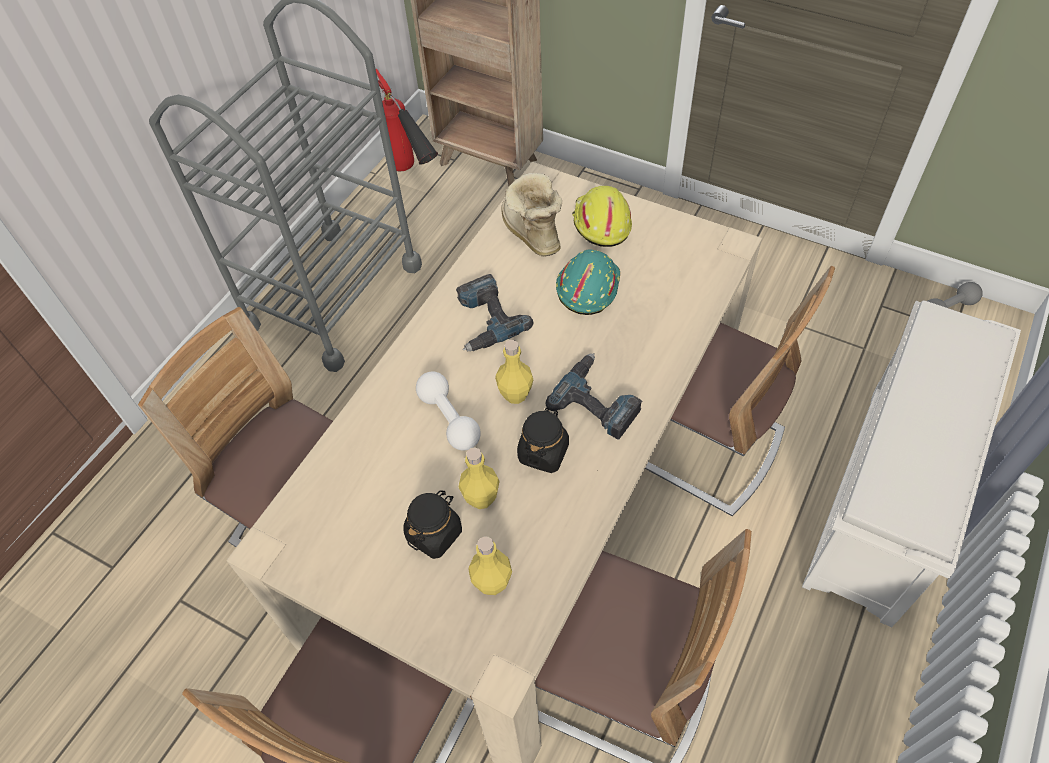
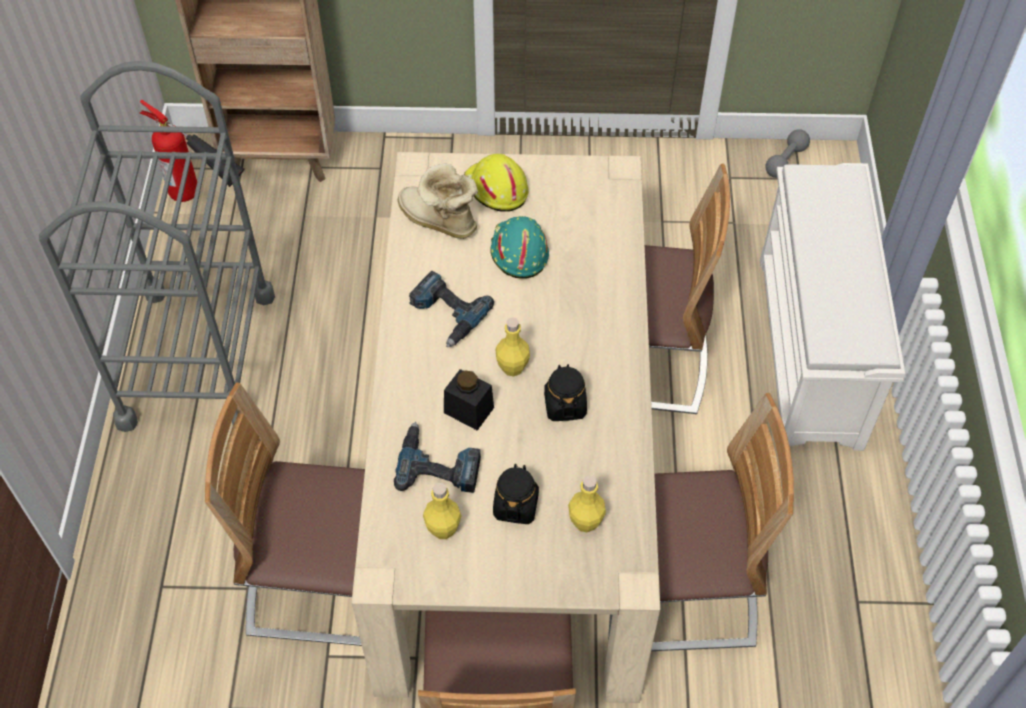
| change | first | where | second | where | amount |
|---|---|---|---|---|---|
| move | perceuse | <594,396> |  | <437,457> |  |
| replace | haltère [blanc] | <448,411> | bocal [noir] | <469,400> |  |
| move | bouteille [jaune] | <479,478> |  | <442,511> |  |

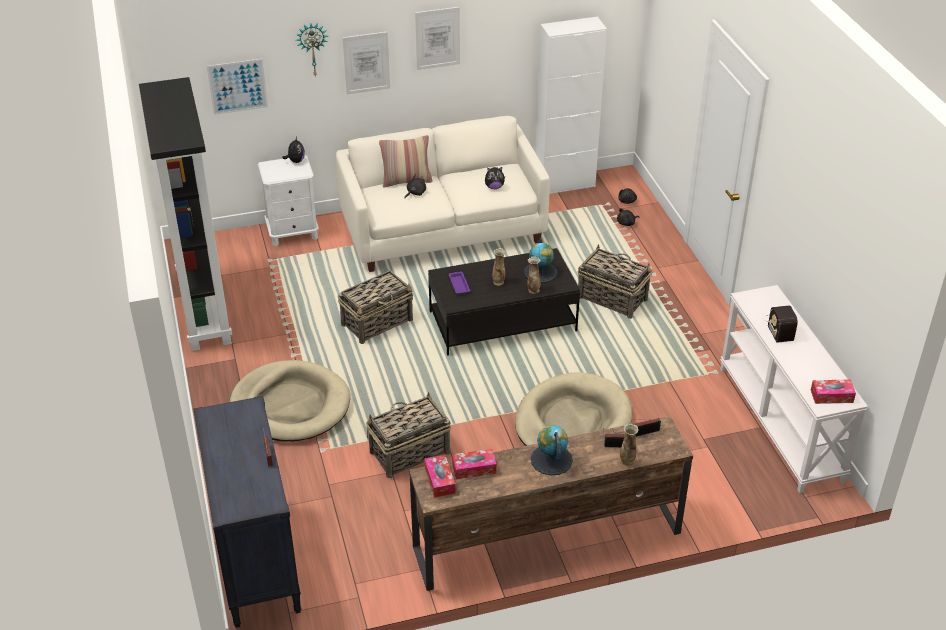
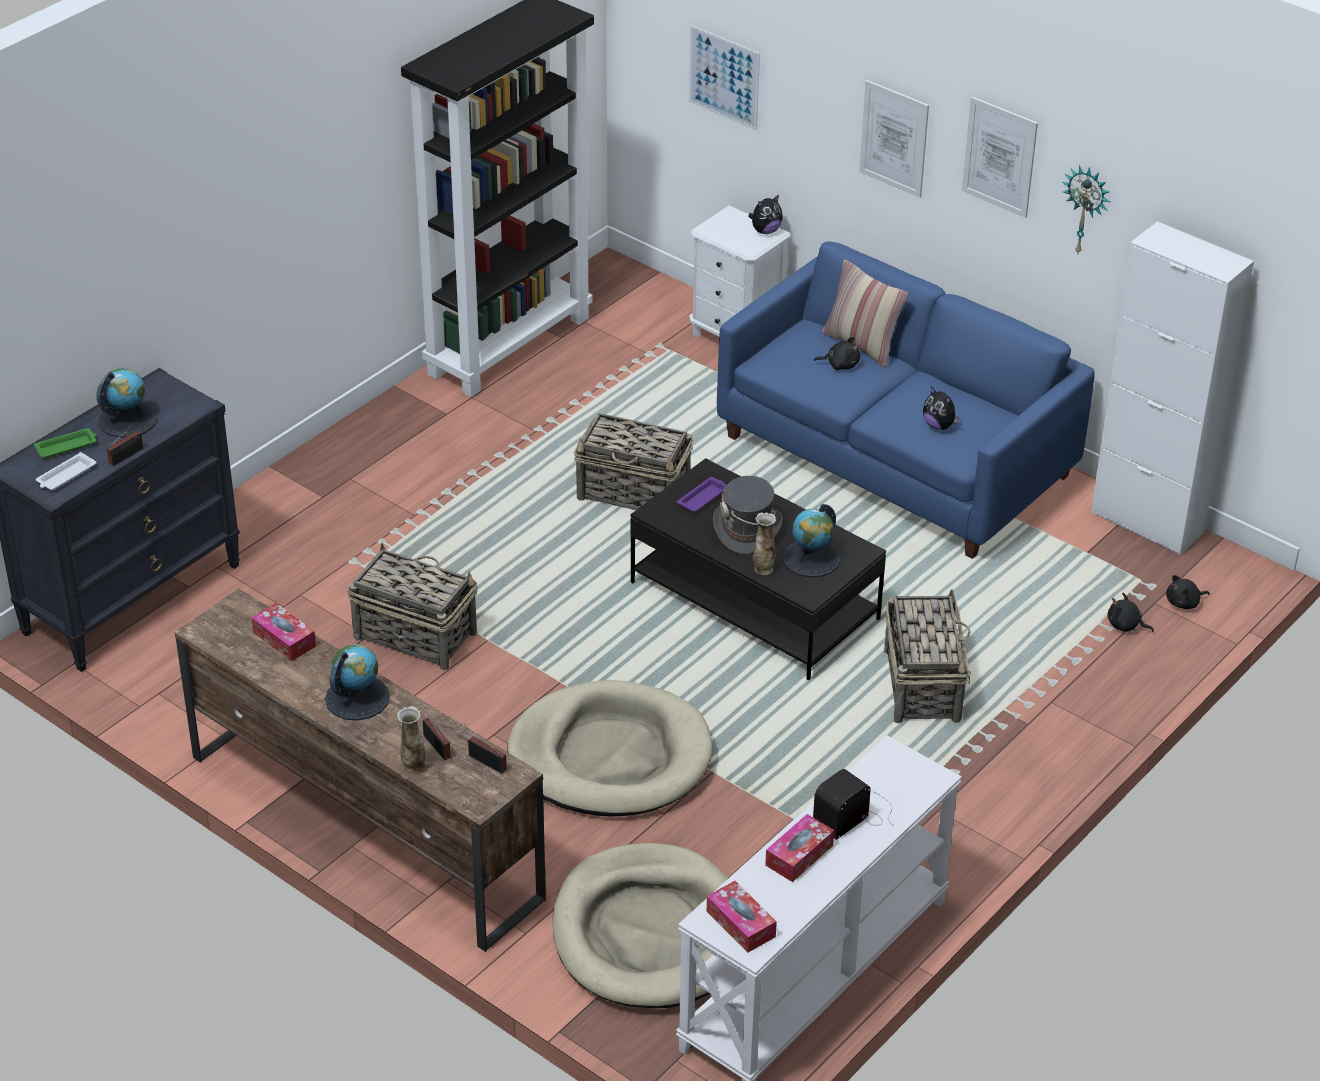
| change | first | where | second | where | amount |
|---|---|---|---|---|---|
| move | horloge murale | <312,50> |  | <1086,210> |  |
| recolor | canapé [blanc] | <443,194> | canapé [bleu] | <906,400> |  |
| replace | vase | <499,266> | chapeau [gris] | <748,515> |  |
| move | panier pour chien [beige] | <290,401> |  | <640,925> |  |
| move | boîte à mouchoirs | <440,476> |  | <799,848> |  |
| insert |  |  | globe | <126,403> |  |
| insert |  |  | plateau [vert] | <65,443> |  |
| insert |  |  | plateau [blanc] | <66,471> |  |

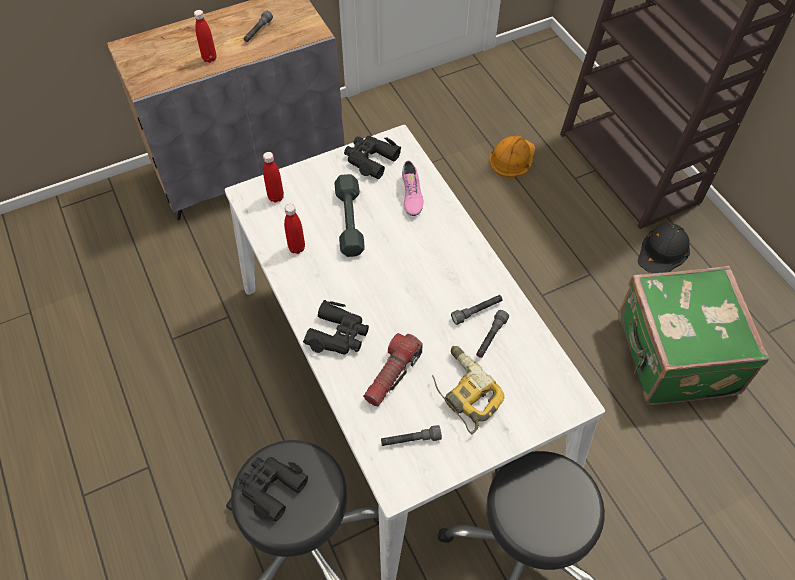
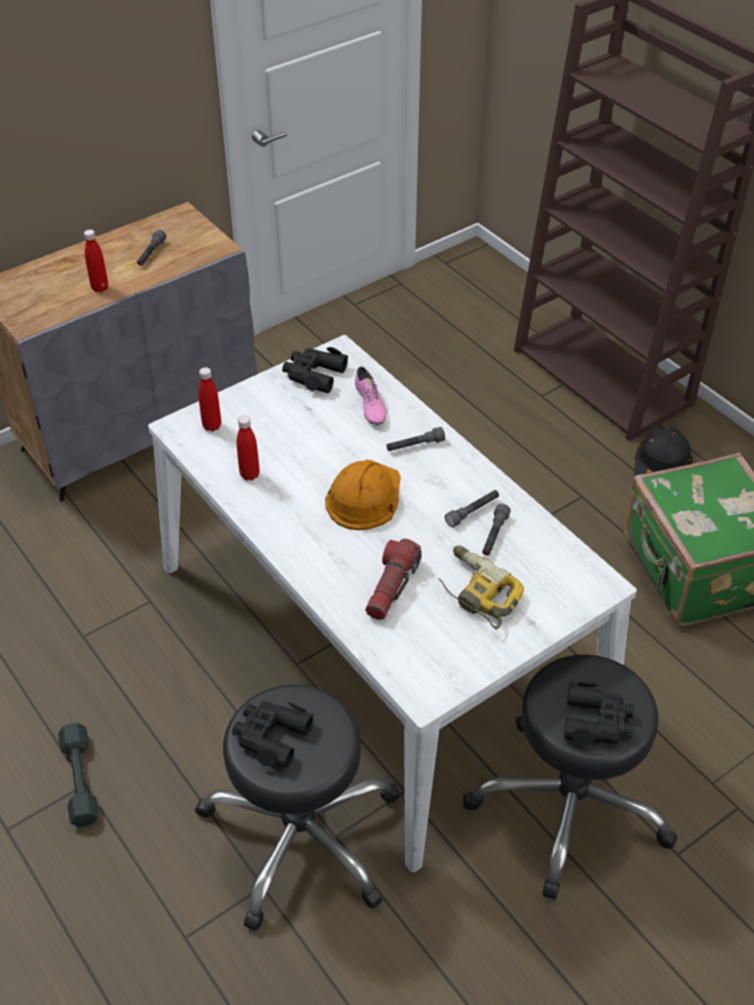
| change | first | where | second | where | amount |
|---|---|---|---|---|---|
| move | casque de chantier [orange] | <512,156> |  | <363,495> |  |
| move | haltère [gris] | <349,215> |  | <78,774> |  |
| move | jumelles [noir] | <336,327> |  | <599,714> |  |
| move | lampe de poche [gris] | <411,435> |  | <416,439> |  |

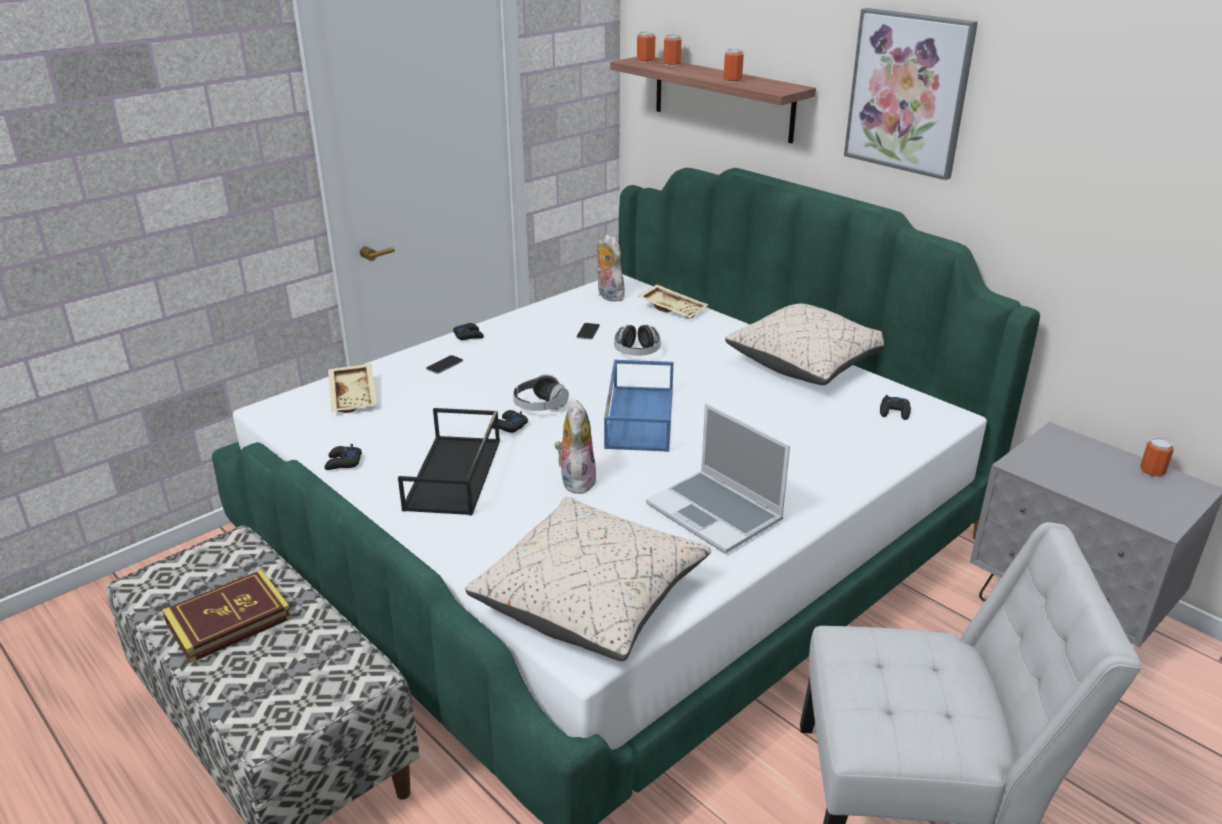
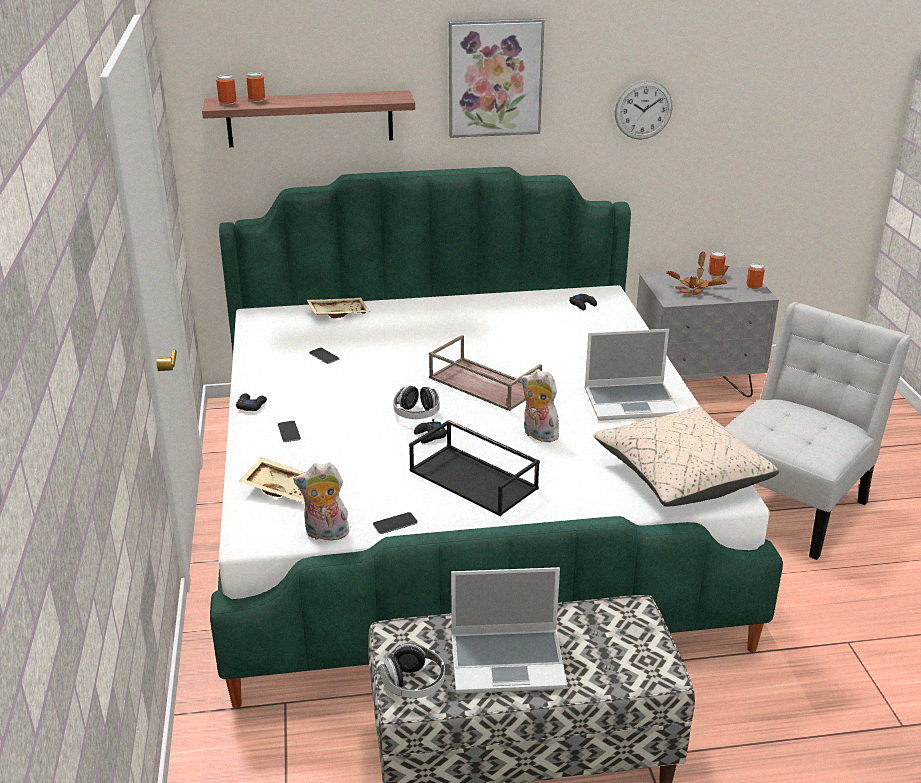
| change | first | where | second | where | amount |
|---|---|---|---|---|---|
| move | boîte métallique | <734,65> |  | <755,276> |  |
| move | peluche | <611,268> |  | <323,501> |  |
| delete | coussin [beige] | <804,344> |  |  |  |
| move | casque audio | <638,340> |  | <412,670> |  |
| recolor | plateau [bleu] | <638,405> | plateau [marron] | <485,373> |  |
| replace | manette [noir] | <343,457> | téléphone | <395,523> |  |
| replace | livre | <227,616> | ordinateur portable | <509,630> |  |
| insert |  |  | horloge murale | <643,110> |  |
| insert |  |  | plante en pot | <697,273> |  |

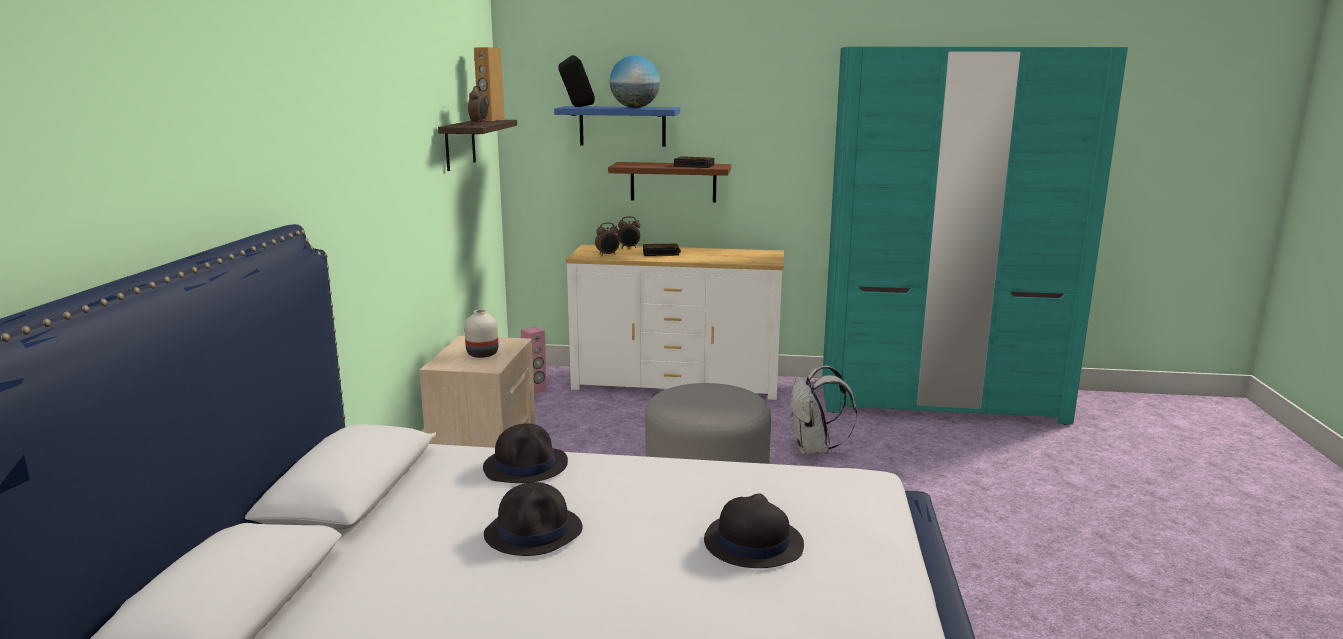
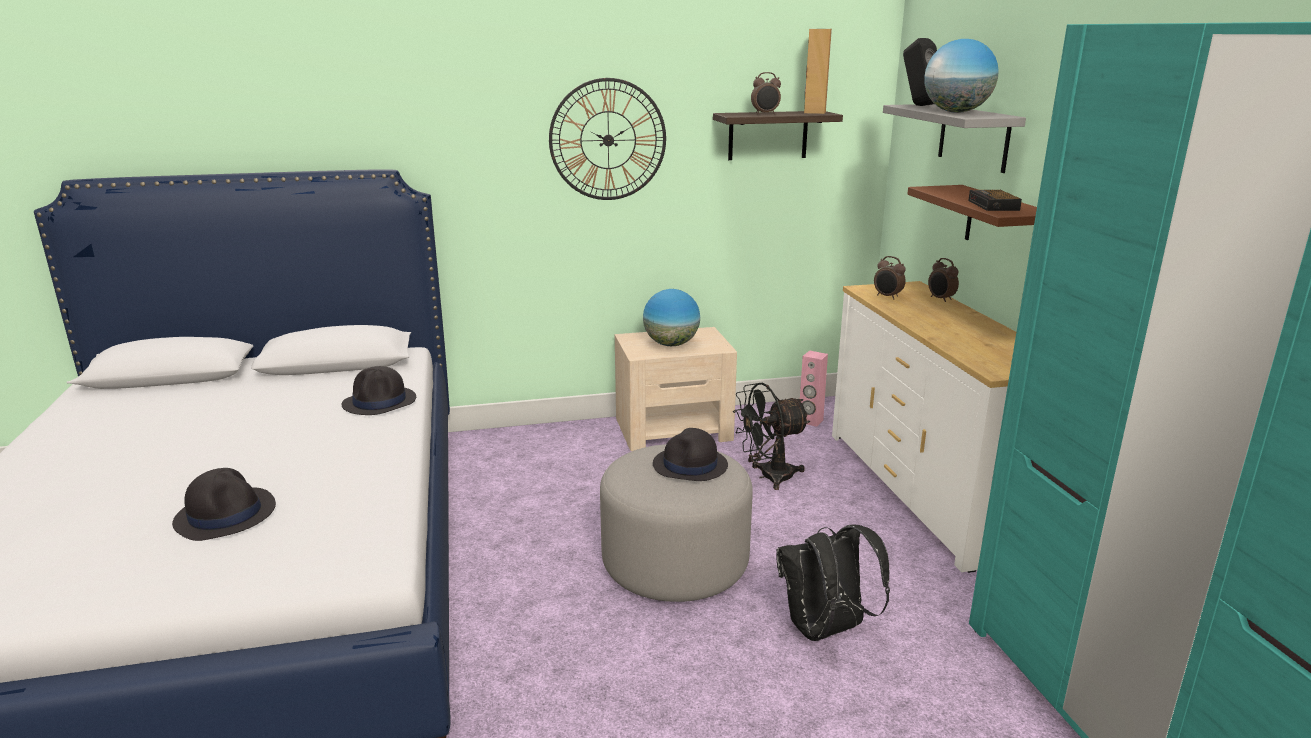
| change | first | where | second | where | amount |
|---|---|---|---|---|---|
| recolor | étagère [bleu] | <617,126> | étagère [gris] | <954,138> |  |
| delete | réveil | <662,250> |  |  |  |
| replace | vase [blanc] | <481,333> | globe | <671,317> |  |
| recolor | sac à dos [blanc] | <823,410> | sac à dos [noir] | <833,583> |  |
| move | chapeau [noir] | <533,519> |  | <690,454> |  |
| insert |  |  | horloge murale | <607,139> |  |
| insert |  |  | ventilateur [noir] | <771,436> |  |

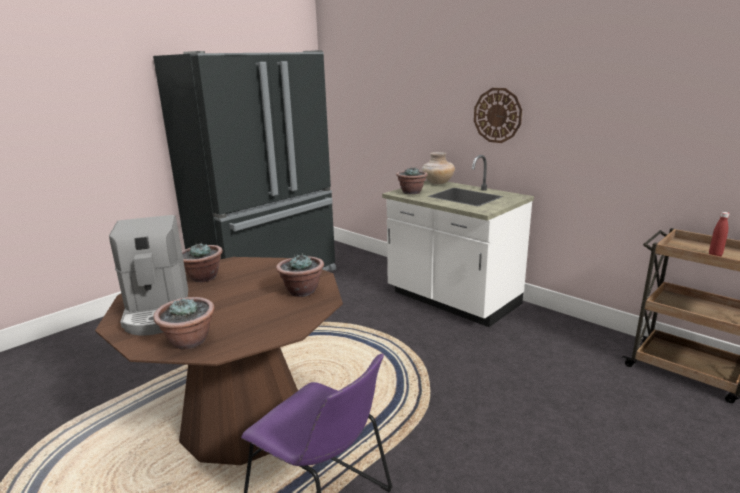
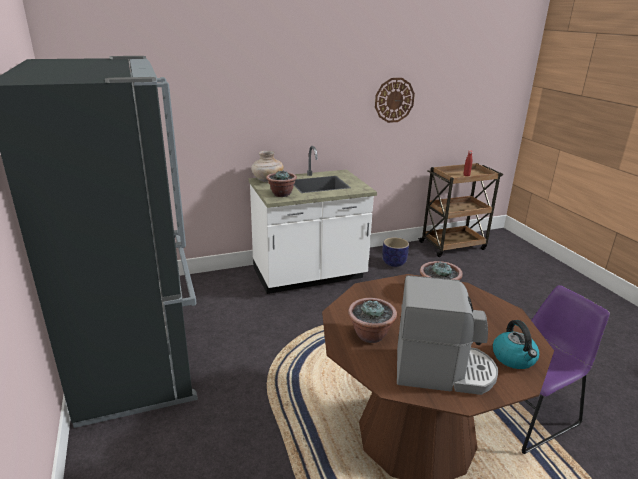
| change | first | where | second | where | amount |
|---|---|---|---|---|---|
| move | horloge murale | <498,115> |  | <395,100> |  |
| replace | plante en pot | <184,323> | bouilloire | <516,344> |  |
| insert |  |  | cache-pot | <395,252> |  |

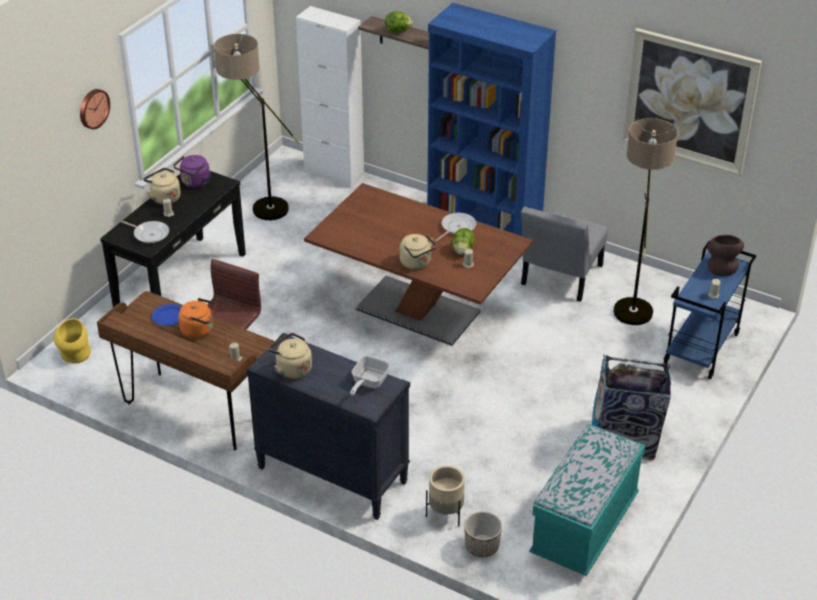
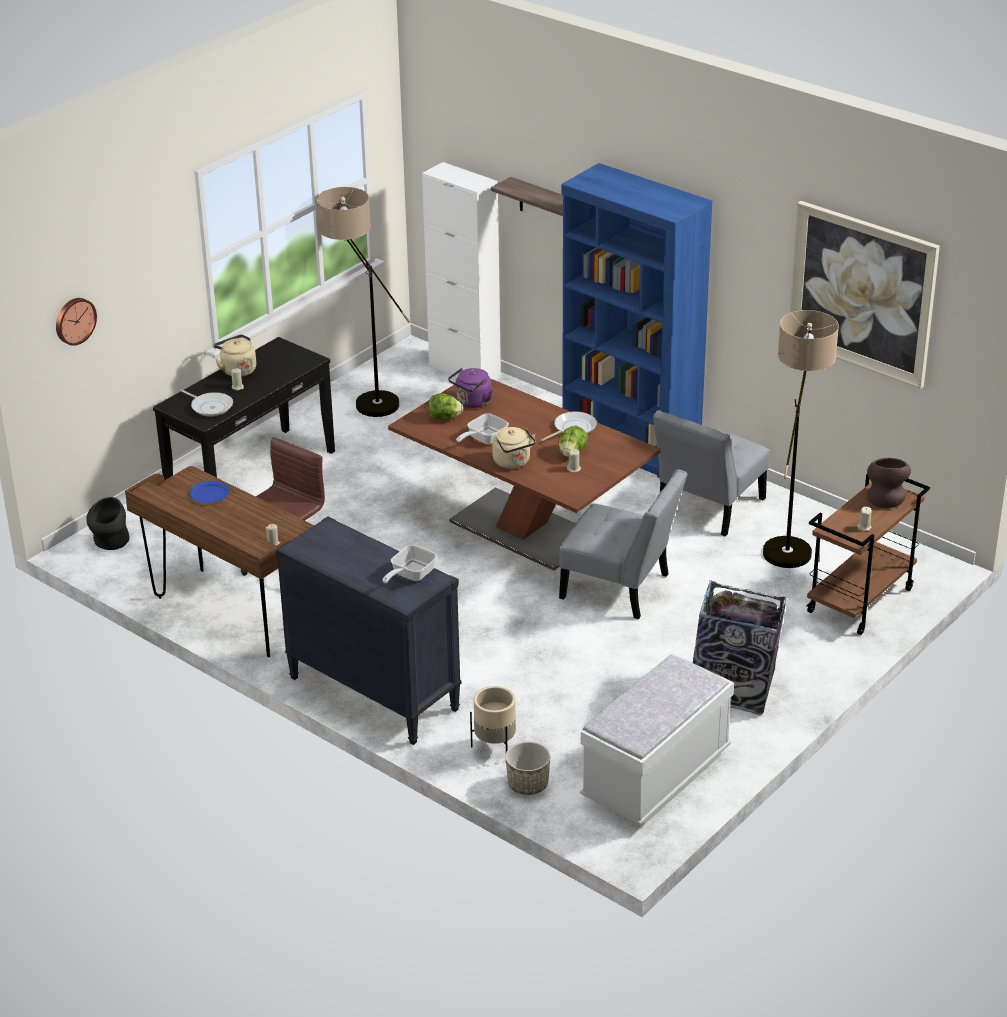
| change | first | where | second | where | amount |
|---|---|---|---|---|---|
| move | laitue | <399,22> |  | <445,406> |  |
| move | horloge murale | <95,109> |  | <76,322> |  |
| move | bouilloire [violet] | <192,171> |  | <470,388> |  |
| recolor | chariot [bleu] | <710,309> | chariot [marron] | <868,554> |  |
| delete | bouilloire [orange] | <197,318> |  |  |  |
| recolor | vase [jaune] | <72,340> | vase [noir] | <108,523> |  |
| delete | bouilloire [beige] | <290,356> |  |  |  |
| recolor | banc [turquoise] | <587,500> | banc [blanc] | <657,740> |  |
| insert |  |  | poêle | <482,429> |  |
| insert |  |  | chaise [gris] | <623,544> |  |

